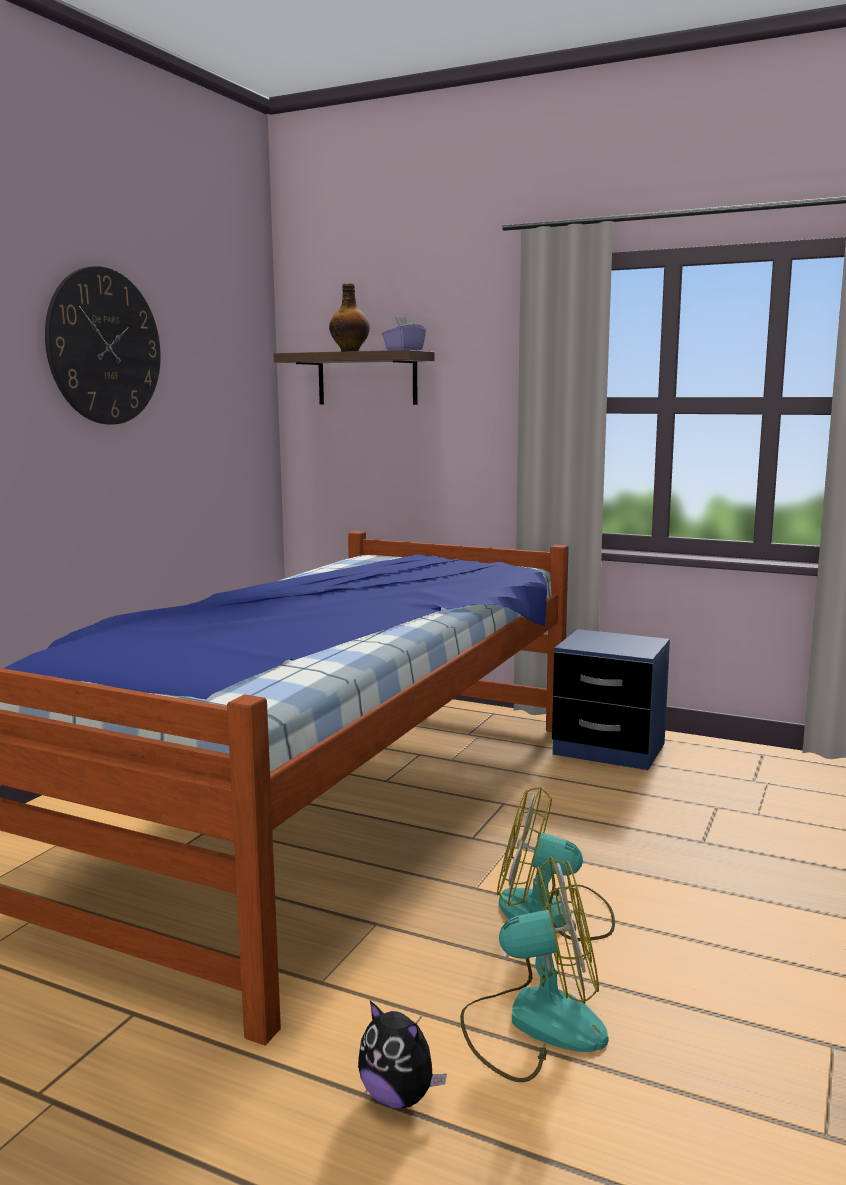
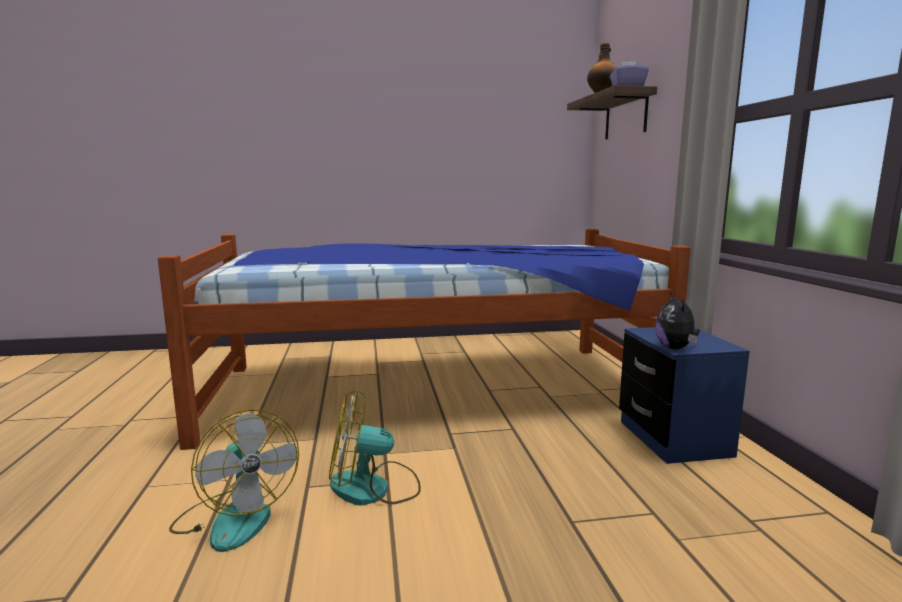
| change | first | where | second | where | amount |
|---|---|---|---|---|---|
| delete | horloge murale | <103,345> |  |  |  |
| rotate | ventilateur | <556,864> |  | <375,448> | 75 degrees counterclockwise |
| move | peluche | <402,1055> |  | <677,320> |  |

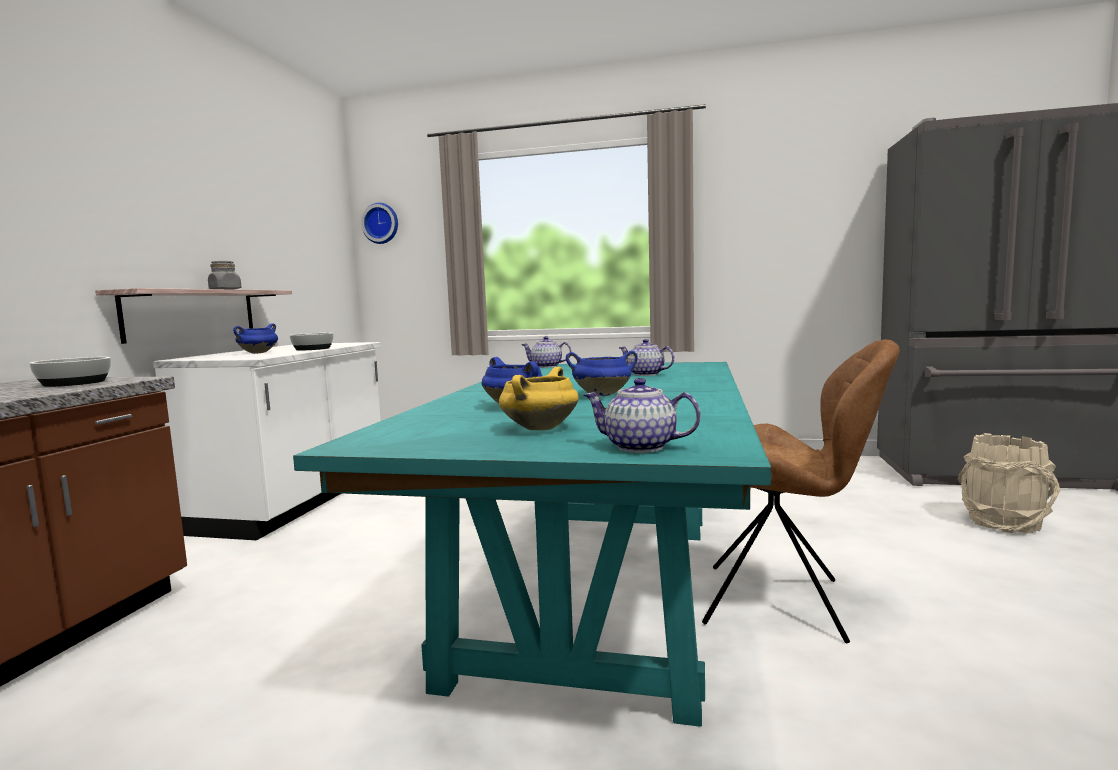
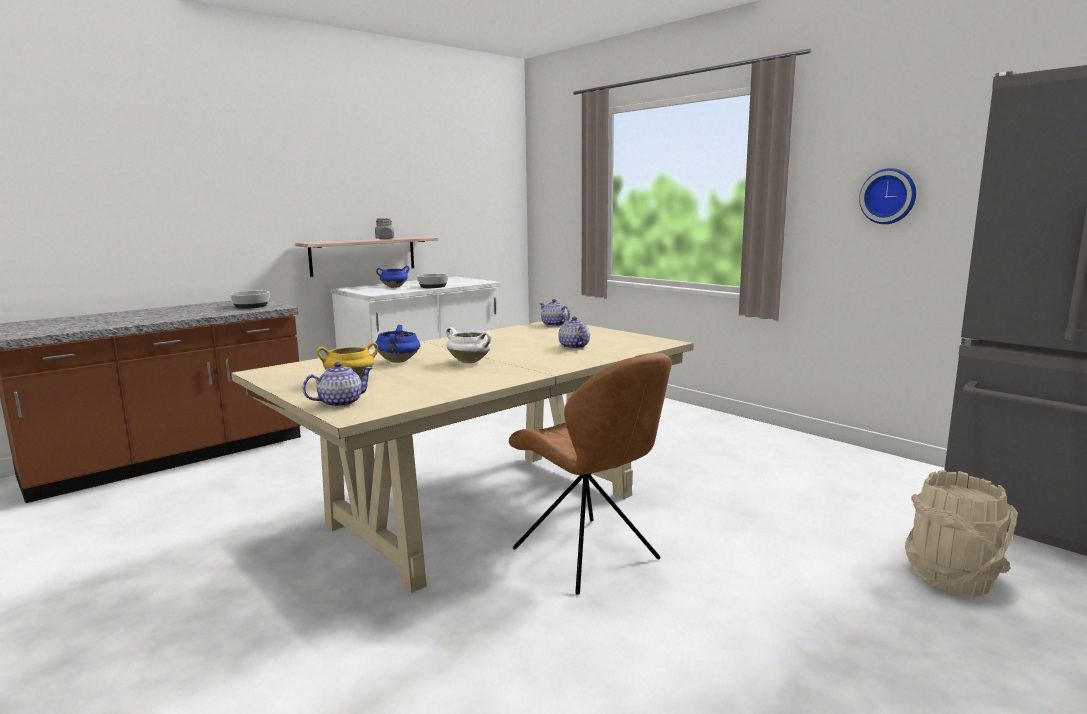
| change | first | where | second | where | amount |
|---|---|---|---|---|---|
| move | horloge murale | <379,223> |  | <887,196> |  |
| recolor | marmite [bleu] | <602,374> | marmite [blanc] | <468,345> |  |
| recolor | table à manger [turquoise] | <532,544> | table à manger [beige] | <462,457> |  |
| rotate | théière | <642,415> |  | <337,384> | 90 degrees clockwise |

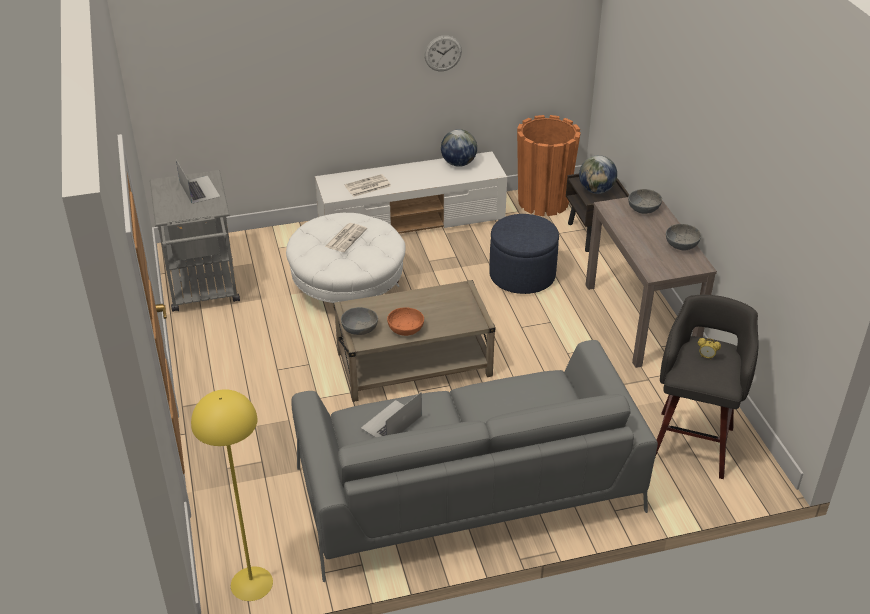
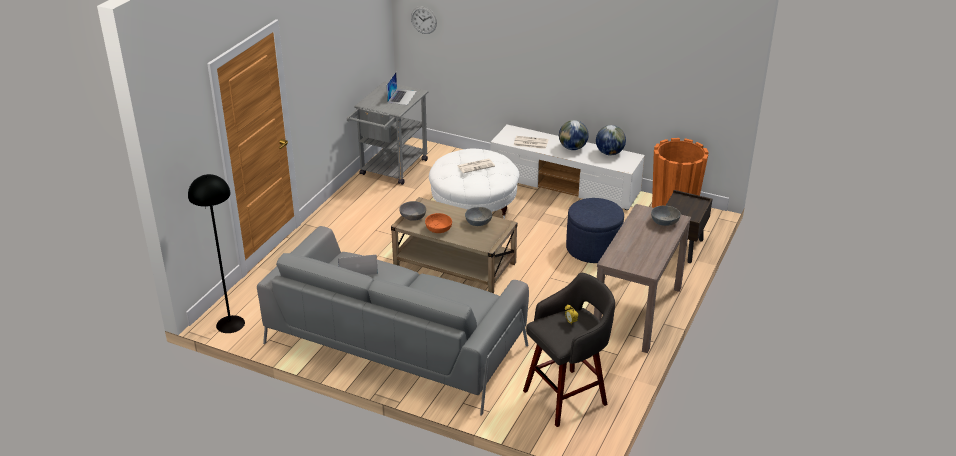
| change | first | where | second | where | amount |
|---|---|---|---|---|---|
| move | horloge murale | <443,53> |  | <424,20> |  |
| move | globe | <598,174> |  | <574,135> |  |
| move | bol [gris] | <683,237> |  | <478,216> |  |
| recolor | lampadaire [jaune] | <232,495> | lampadaire [noir] | <216,253> |  |

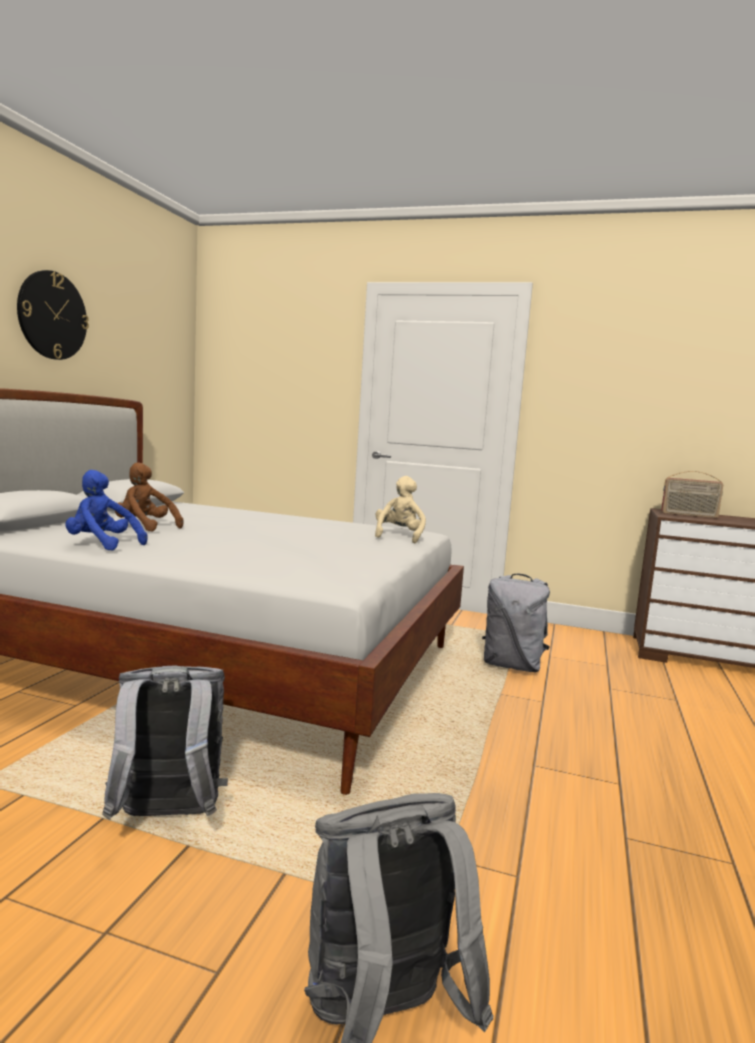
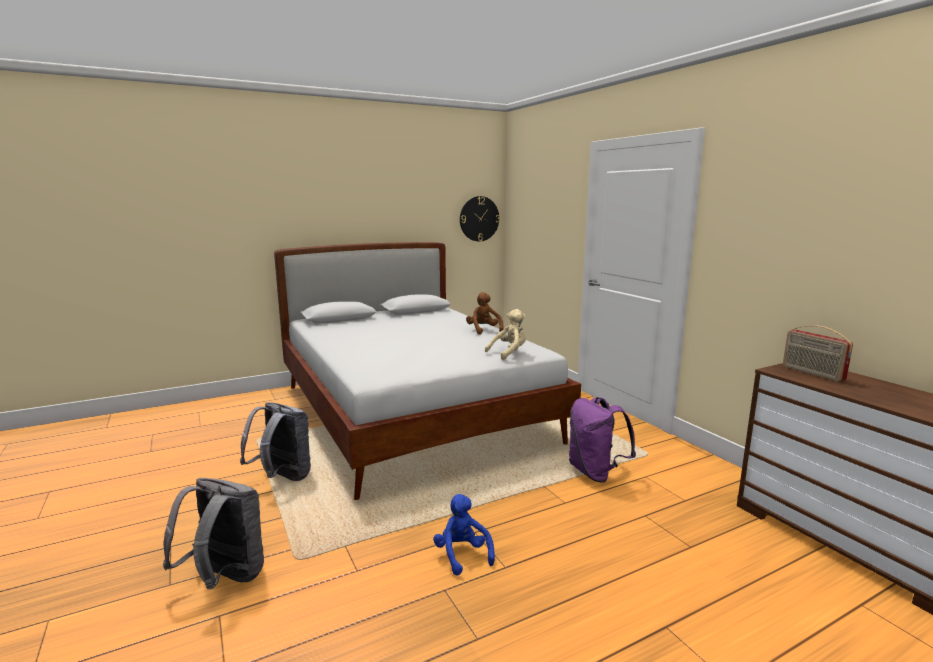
| change | first | where | second | where | amount |
|---|---|---|---|---|---|
| move | horloge murale | <53,315> |  | <480,219> |  |
| move | peluche [marron] | <149,496> |  | <484,313> |  |
| move | peluche [bleu] | <106,510> |  | <464,535> |  |
| recolor | sac à dos [gris] | <516,623> | sac à dos [violet] | <602,440> |  |

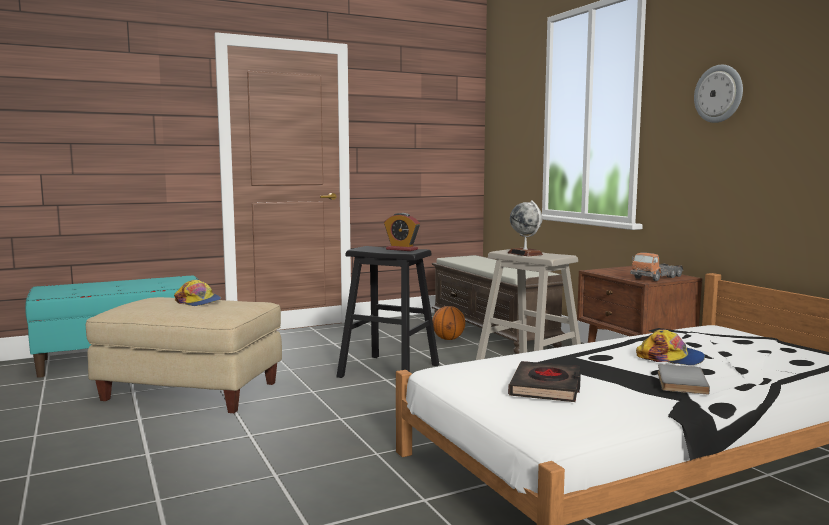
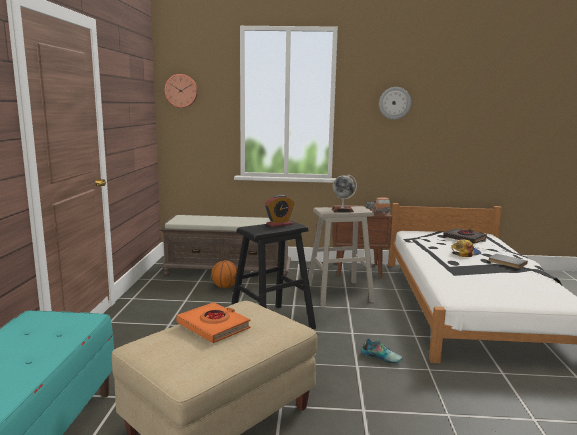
| change | first | where | second | where | amount |
|---|---|---|---|---|---|
| replace | casquette | <197,293> | livre [orange] | <213,322> |  |
| move | livre [noir] | <544,381> |  | <465,236> |  |
| insert |  |  | horloge murale | <181,91> |  |
| insert |  |  | chaussure | <382,351> |  |

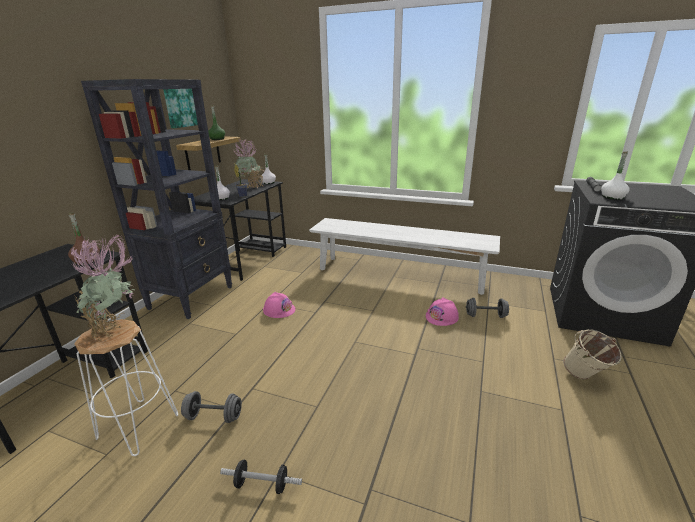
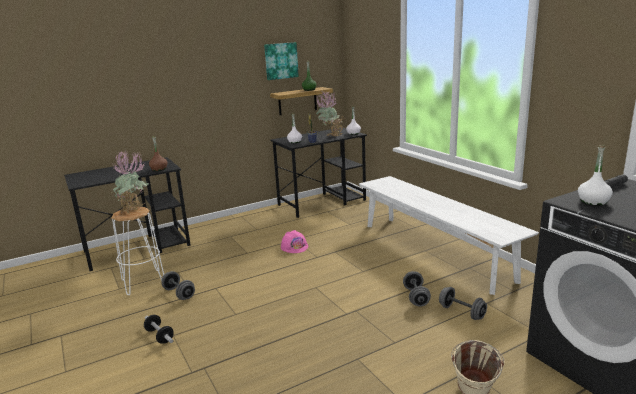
| change | first | where | second | where | amount |
|---|---|---|---|---|---|
| delete | bibliothèque [noir] | <156,199> |  |  |  |
| replace | casque de chantier [rose] | <442,311> | haltère [gris] | <417,289> |  |

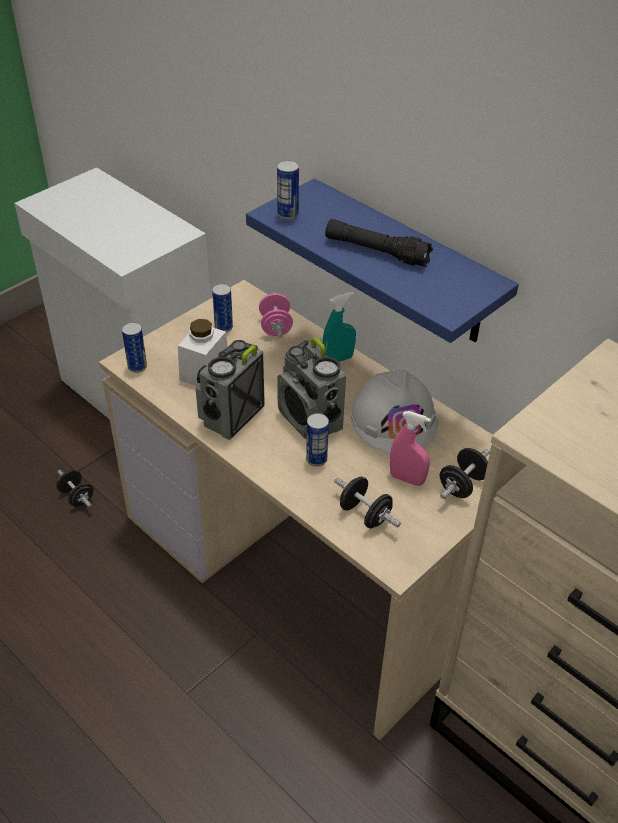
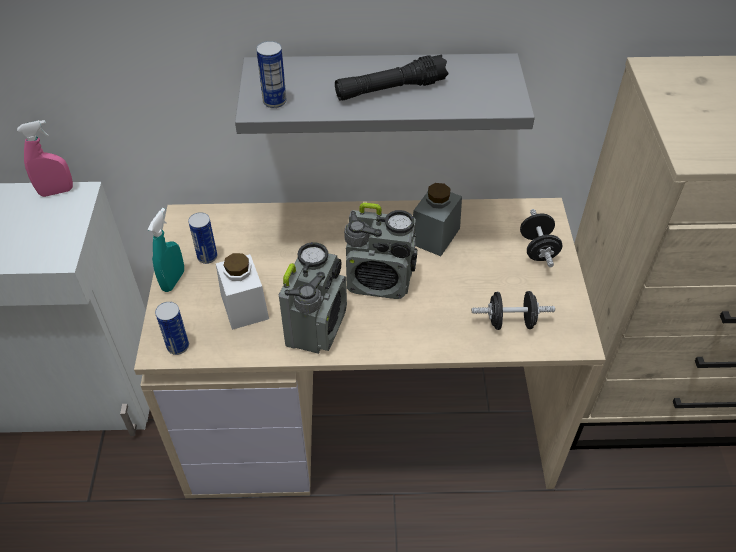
| change | first | where | second | where | amount |
|---|---|---|---|---|---|
| recolor | étagère [bleu] | <382,260> | étagère [gris] | <385,93> |  |
| delete | haltère [rose] | <276,315> |  |  |  |
| move | vaporisateur [turquoise] | <339,327> |  | <166,250> |  |
| rotate | radio | <230,390> |  | <313,298> | 150 degrees counterclockwise |
| replace | casque de chantier [blanc] | <394,411> | bocal [gris] | <437,219> |  |
| move | vaporisateur [rose] | <410,448> |  | <45,158> |  |
| delete | boîte métallique | <317,440> |  |  |  |
| delete | haltère [noir] | <75,488> |  |  |  |

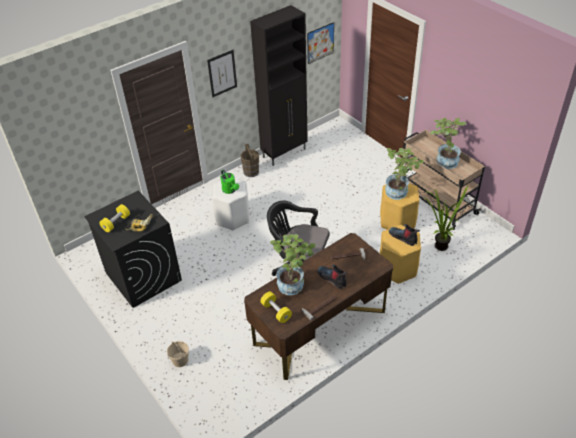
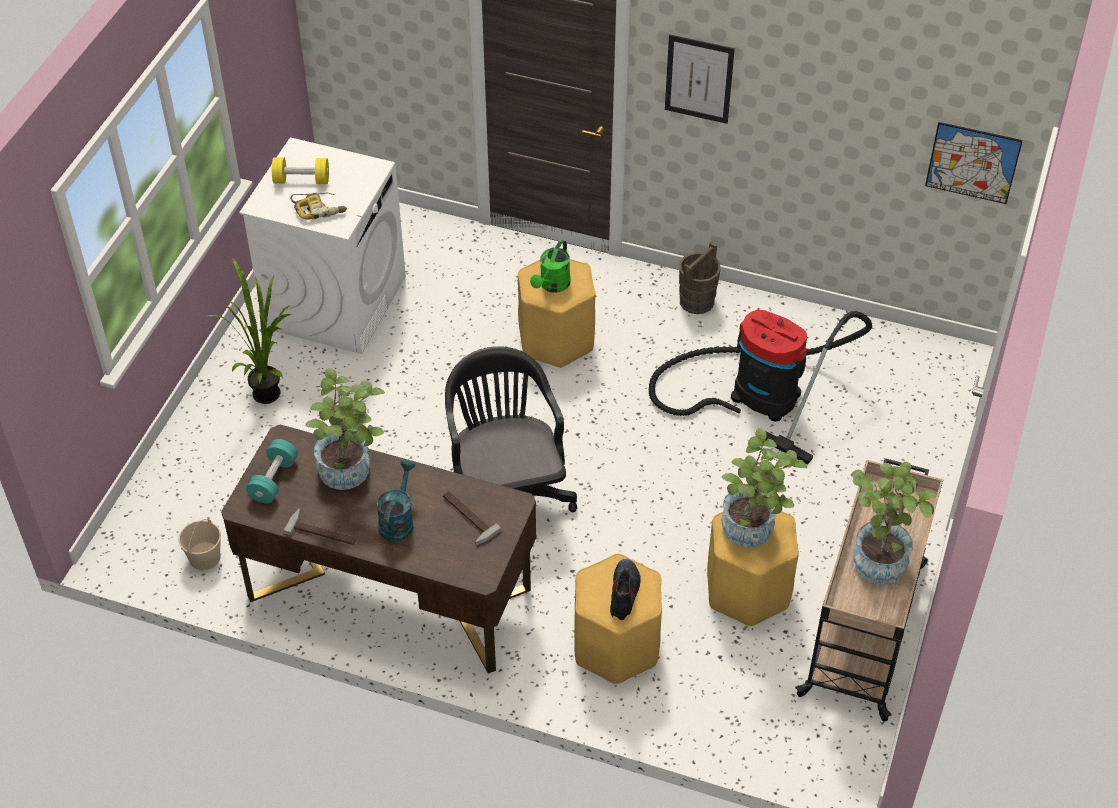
| change | first | where | second | where | amount |
|---|---|---|---|---|---|
| delete | meuble de rangement [noir] | <279,85> |  |  |  |
| recolor | tabouret [blanc] | <230,204> | tabouret [jaune] | <556,313> |  |
| move | plante en pot | <446,218> |  | <248,331> |  |
| recolor | lave-linge [noir] | <133,249> | lave-linge [blanc] | <322,245> |  |
| replace | botte | <332,276> | arrosoir [turquoise] | <396,501> |  |
| recolor | haltère [jaune] | <276,307> | haltère [turquoise] | <272,471> |  |
| move | seau [beige] | <178,354> |  | <200,544> |  |
| insert |  |  | aspirateur | <760,387> |  |

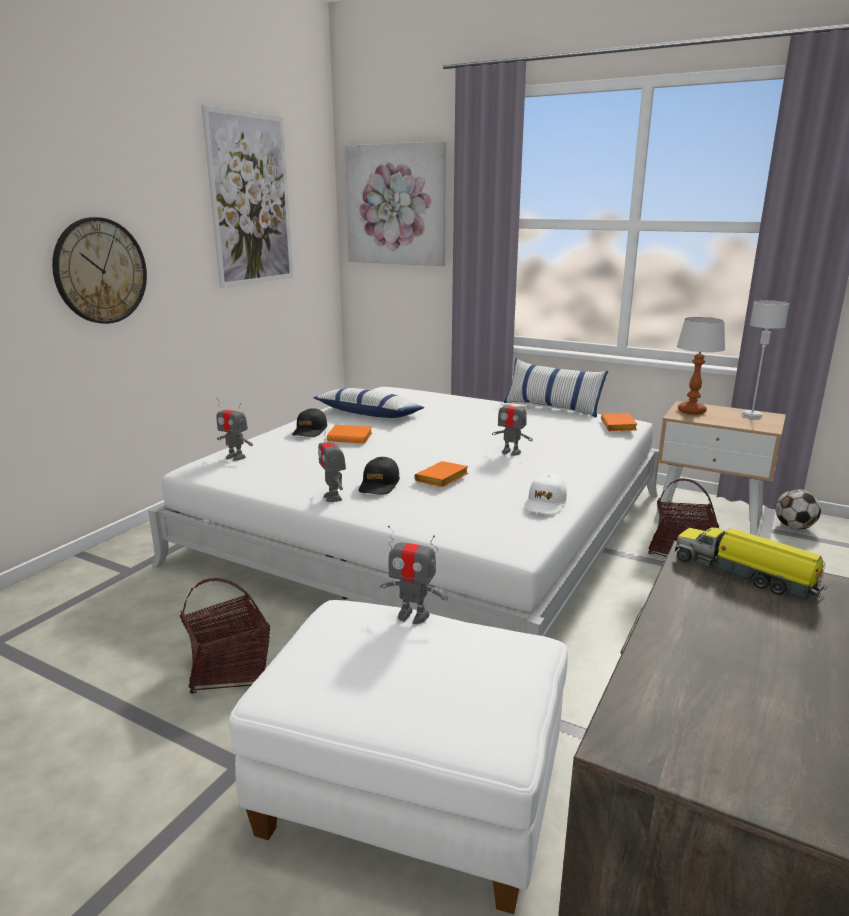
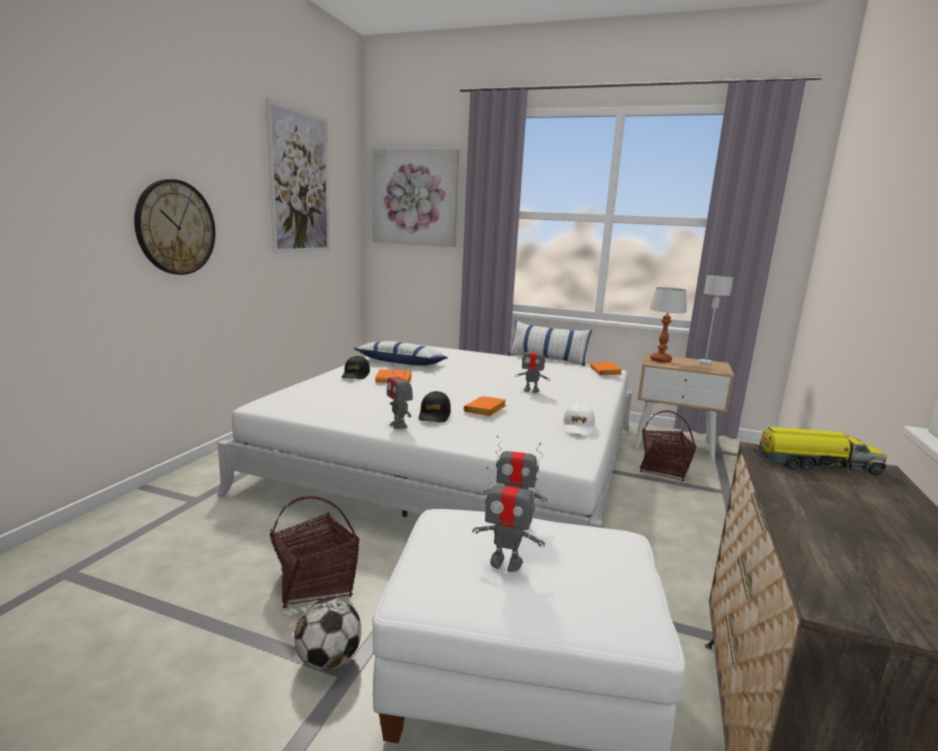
| change | first | where | second | where | amount |
|---|---|---|---|---|---|
| move | robot jouet | <234,429> |  | <508,519> |  |
| move | ballon de foot | <798,509> |  | <327,634> |  |
| rotate | camion jouet | <751,563> |  | <820,451> | 150 degrees clockwise |

